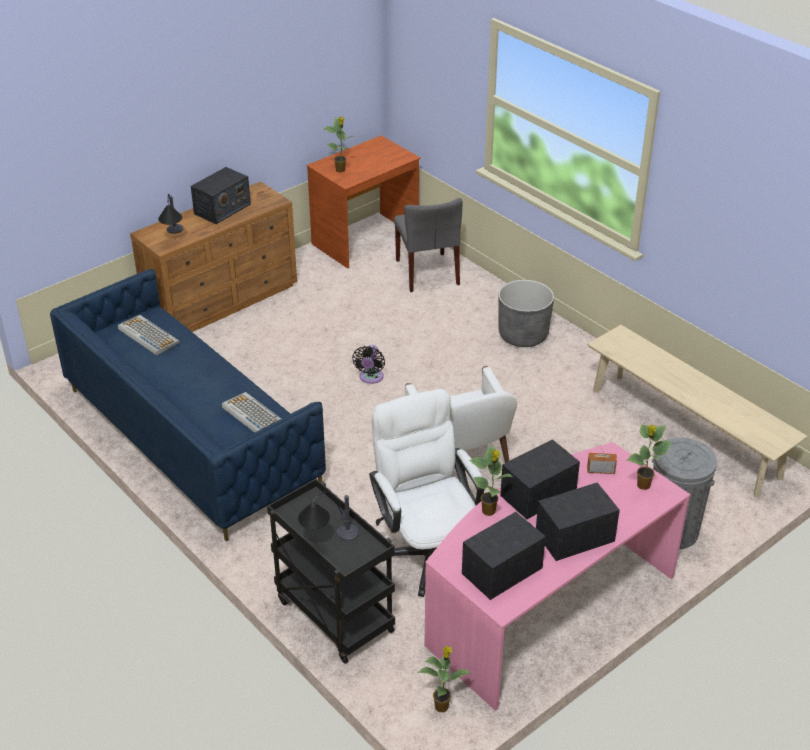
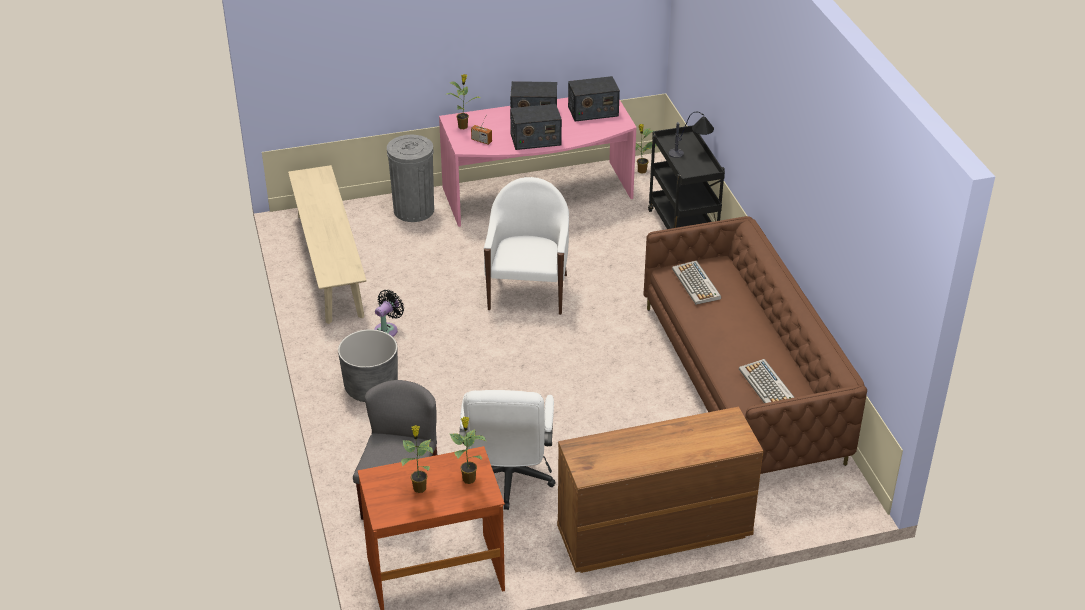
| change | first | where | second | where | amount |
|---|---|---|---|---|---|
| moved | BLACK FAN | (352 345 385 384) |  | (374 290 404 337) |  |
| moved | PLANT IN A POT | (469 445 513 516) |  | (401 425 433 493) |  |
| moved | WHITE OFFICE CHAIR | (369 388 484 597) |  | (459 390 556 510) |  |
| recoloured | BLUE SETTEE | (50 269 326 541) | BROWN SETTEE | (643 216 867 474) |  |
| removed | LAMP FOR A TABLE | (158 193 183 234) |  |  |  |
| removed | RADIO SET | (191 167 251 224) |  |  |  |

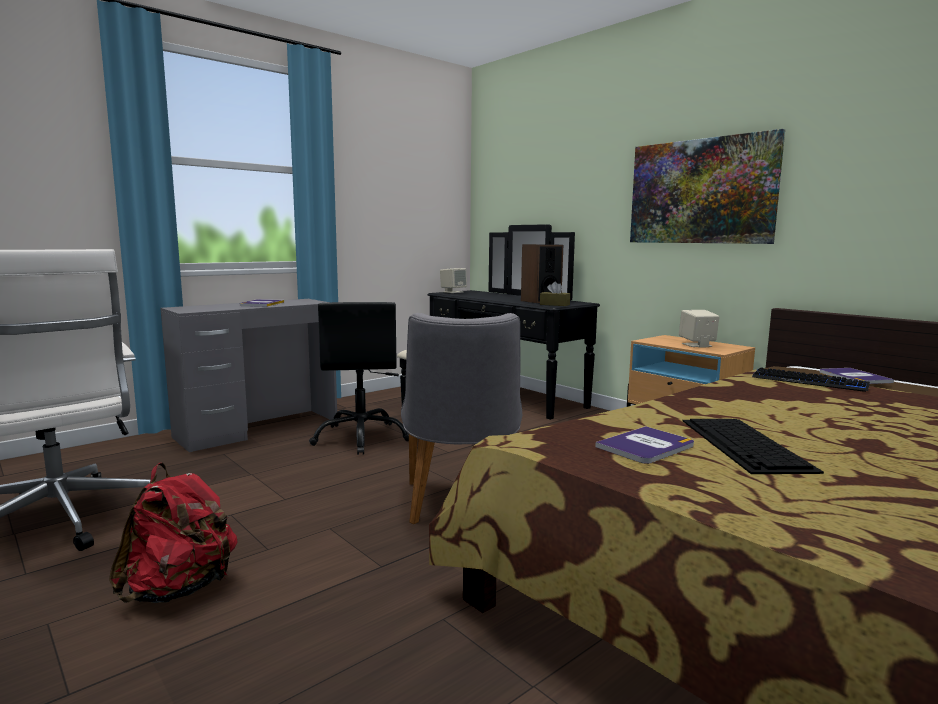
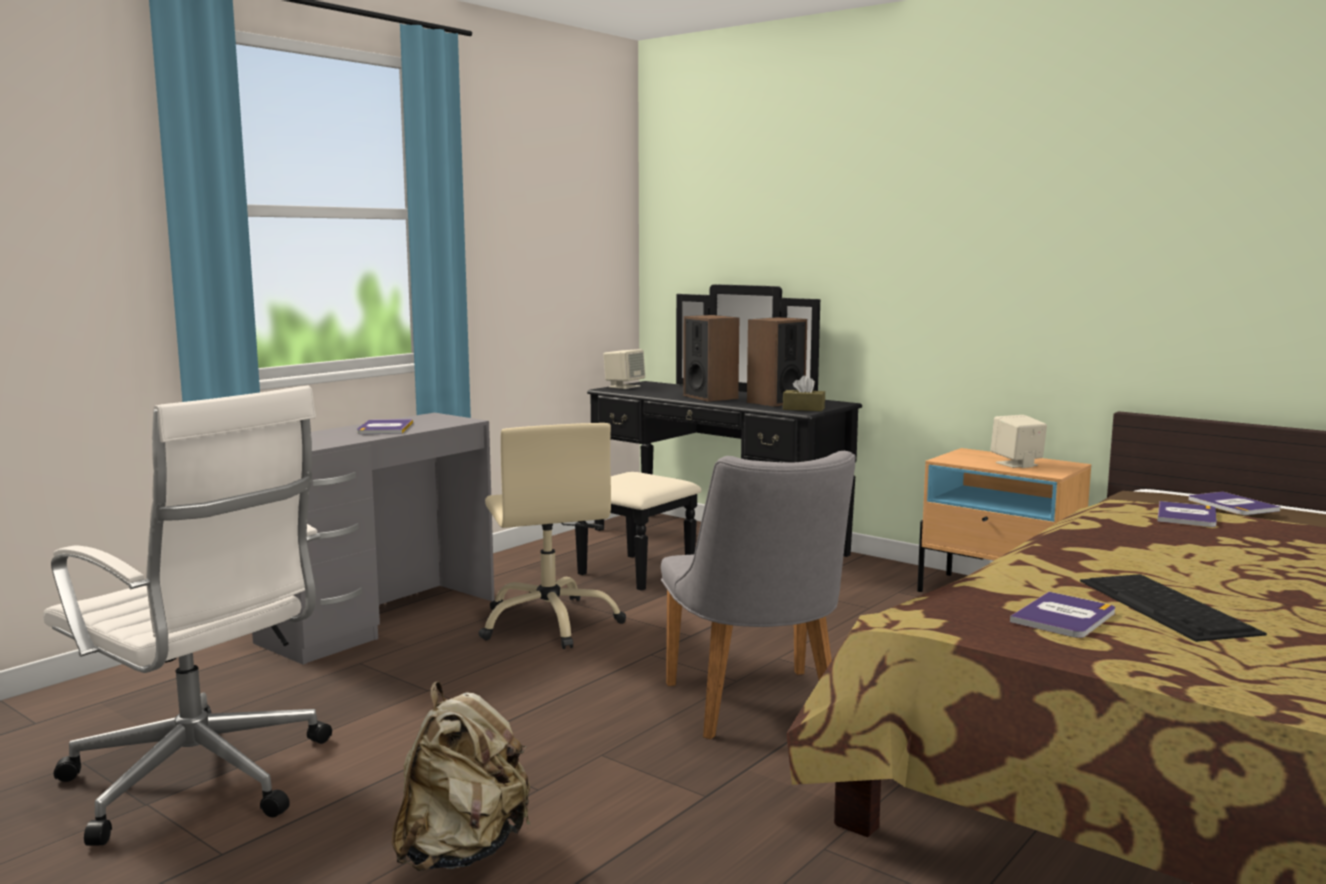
| change | first | where | second | where | amount |
|---|---|---|---|---|---|
| recoloured | RED KNAPSACK | (109 463 238 603) | BEIGE-COLOURED KNAPSACK | (392 681 530 871) |  |
| recoloured | BLACK OFFICE CHAIR | (309 302 409 455) | BEIGE-COLOURED OFFICE CHAIR | (478 423 626 649) |  |
| added |  |  | SPEAKER | (683 315 739 402) |  |
| replaced | COMPUTER KEYBOARD | (752 367 870 392) | BOUND BOOK | (1157 501 1217 527) |  |
| removed | PICTURE | (630 129 785 244) |  |  |  |

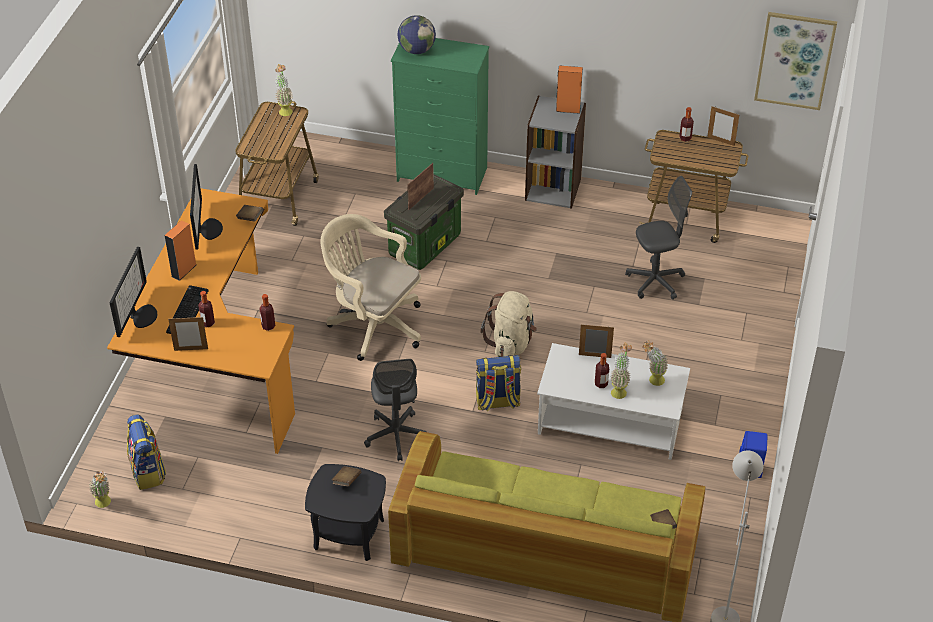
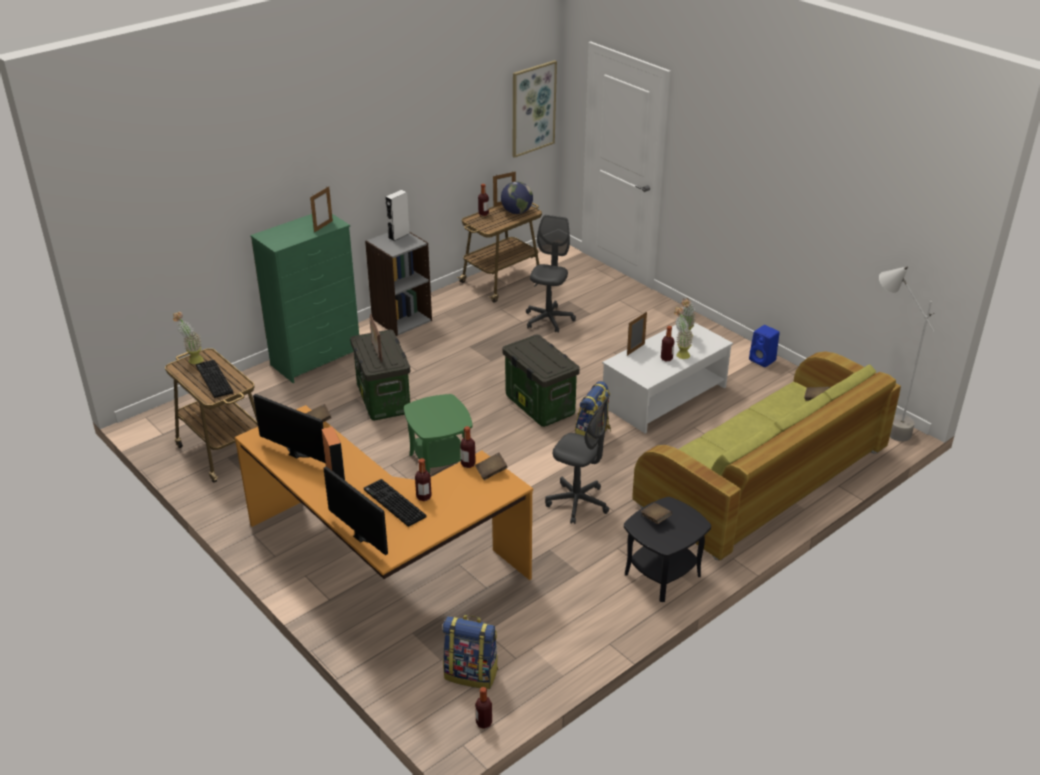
| change | first | where | second | where | amount |
|---|---|---|---|---|---|
| added |  |  | COMPUTER KEYBOARD | (196 360 234 398) |  |
| moved | PICTURE FRAME | (168 316 208 351) |  | (310 186 333 233) |  |
| recoloured | ORANGE-COLOURED SPEAKER | (556 66 583 114) | WHITE SPEAKER | (385 190 410 241) |  |
| replaced | BEIGE-COLOURED OFFICE CHAIR | (320 214 421 361) | GREEN ACCENT TABLE | (404 394 473 474) |  |
| added |  |  | BROWN BOUND BOOK | (475 452 508 480) |  |
| replaced | PLANT IN A POT | (89 471 111 508) | DRINK BOTTLE | (475 687 492 729) |  |
| moved | WORLD GLOBE | (398 15 436 54) |  | (501 181 533 214) |  |
| replaced | BEIGE-COLOURED KNAPSACK | (480 291 537 357) | STORAGE CONTAINER | (502 334 580 427) |  |

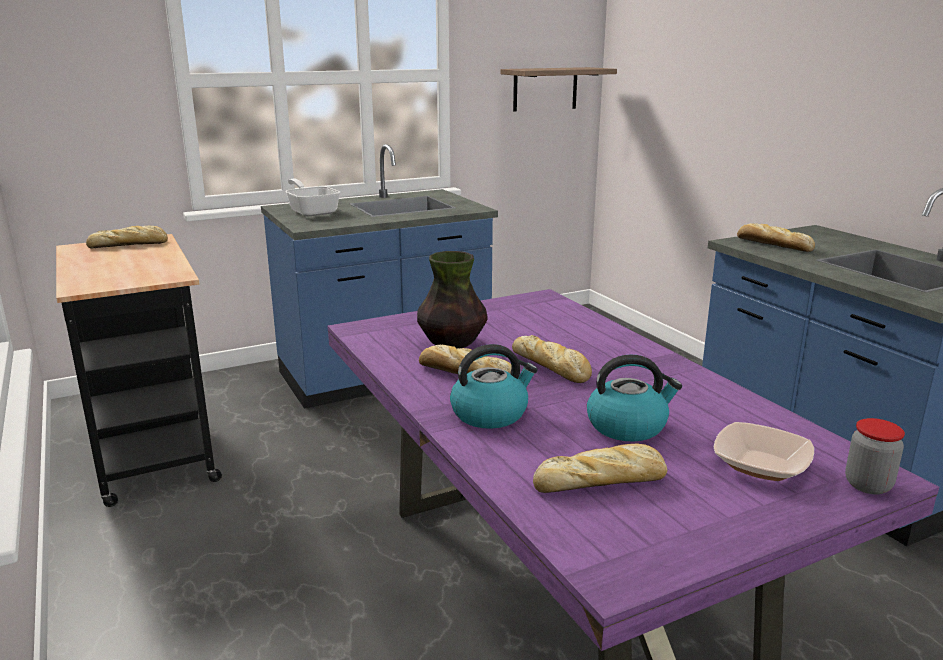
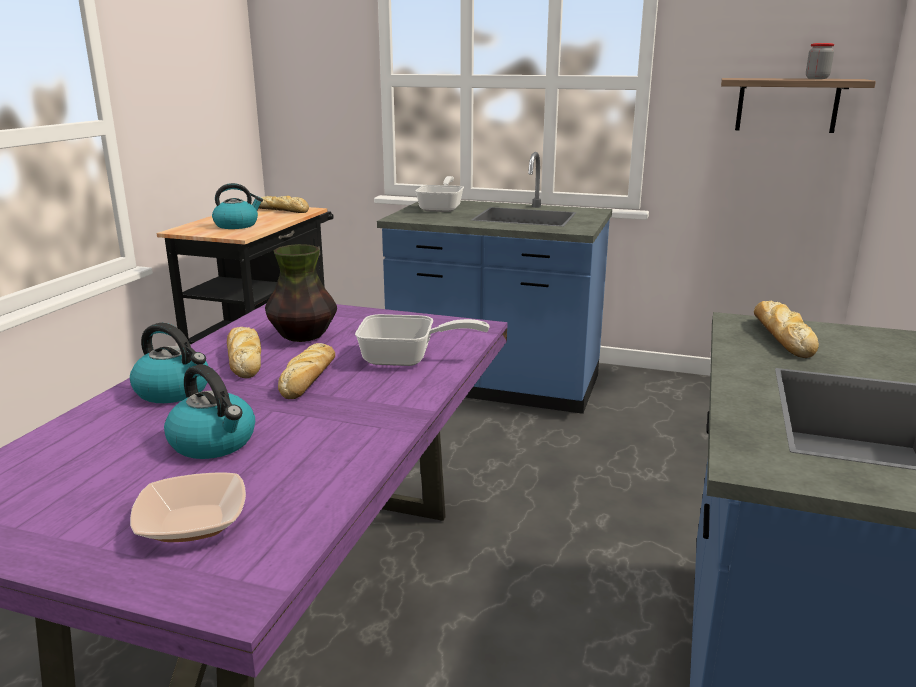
| change | first | where | second | where | amount |
|---|---|---|---|---|---|
| added |  |  | WATER KETTLE | (212 183 263 229) |  |
| added |  |  | SKILLET | (355 314 489 366) |  |
| moved | PRESERVE JAR | (845 418 905 494) |  | (806 43 834 79) |  |
| removed | BAKERY BREAD | (533 443 667 493) |  |  |  |

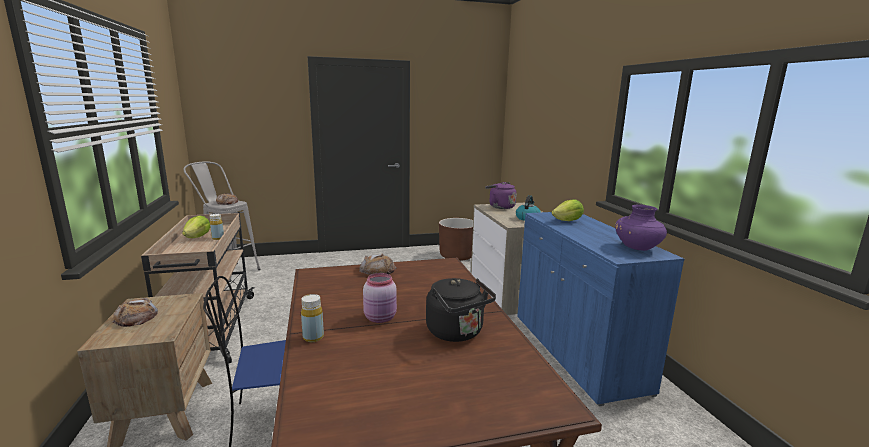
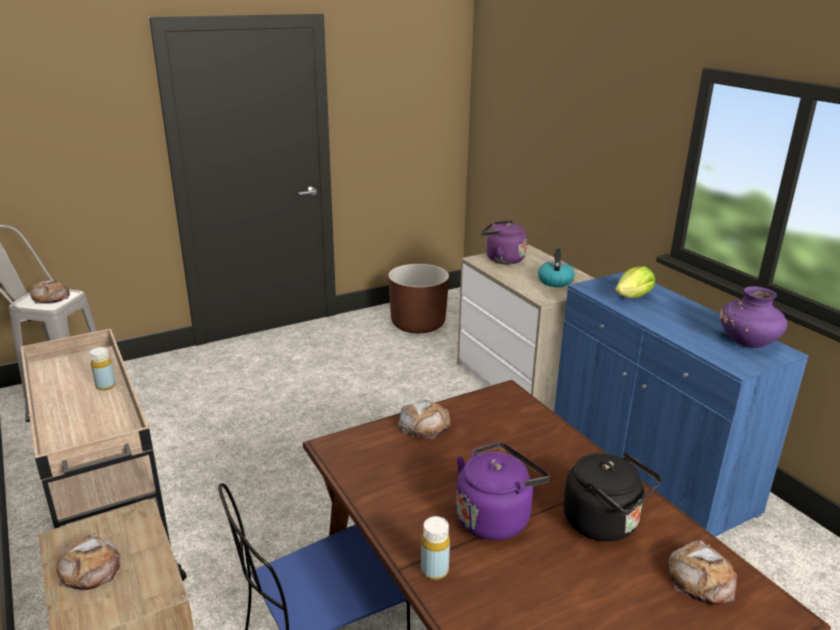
| change | first | where | second | where | amount |
|---|---|---|---|---|---|
| replaced | PINKISH PRESERVE JAR | (363 273 397 323) | PURPLE WATER KETTLE | (456 442 549 540) |  |
| added |  |  | BAKERY BREAD | (668 540 737 605) |  |
| removed | HEAD OF LETTUCE | (182 216 210 238) |  |  |  |

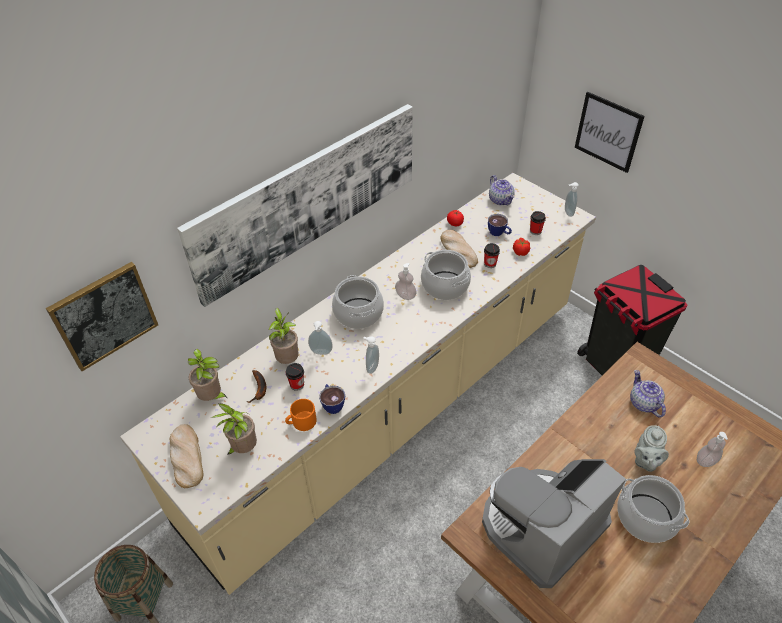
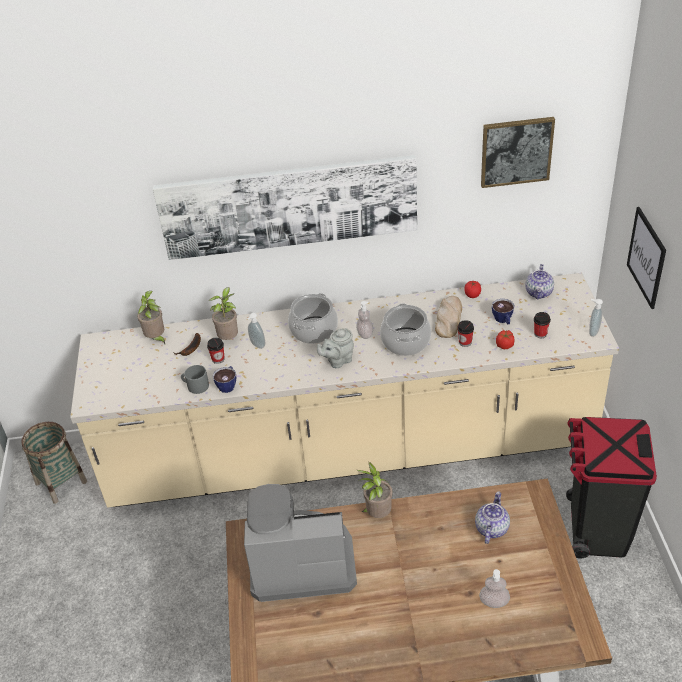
| change | first | where | second | where | amount |
|---|---|---|---|---|---|
| recoloured | ORANGE-COLOURED MUG | (285 399 316 431) | GREYISH MUG | (181 365 209 394) |  |
| moved | GREYISH TEA POT | (634 425 669 472) |  | (317 328 354 368) |  |
| moved | PLANT IN A POT | (211 403 257 455) |  | (357 462 393 518) |  |
| moved | PICTURE | (46 262 158 371) |  | (481 117 555 188) |  |
| removed | BAKERY BREAD | (170 424 203 488) |  |  |  |
| removed | LIQUID SOAP BOTTLE | (363 337 379 374) |  |  |  |
| removed | COOKING POT | (617 475 689 543) |  |  |  |

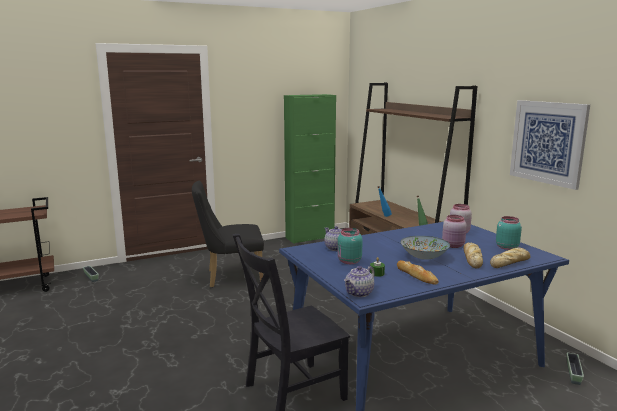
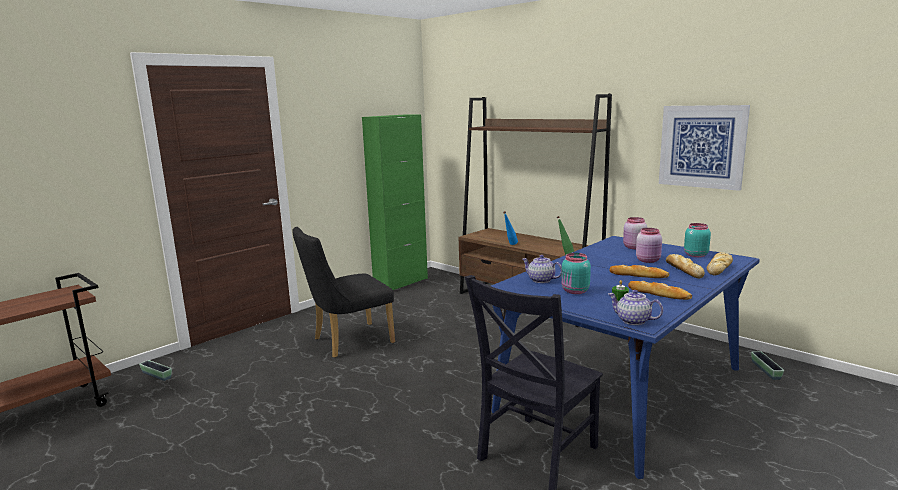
| change | first | where | second | where | amount |
|---|---|---|---|---|---|
| turned | TEA POT | (344 266 375 297) |  | (608 290 663 325) | 105 degrees clockwise |
| replaced | BOWL | (400 236 450 260) | BAKERY BREAD | (609 265 669 278) |  |

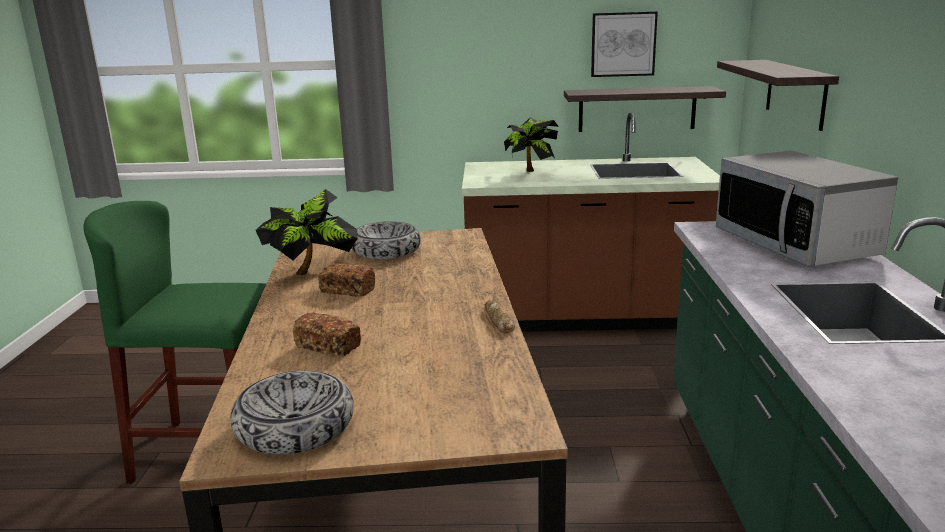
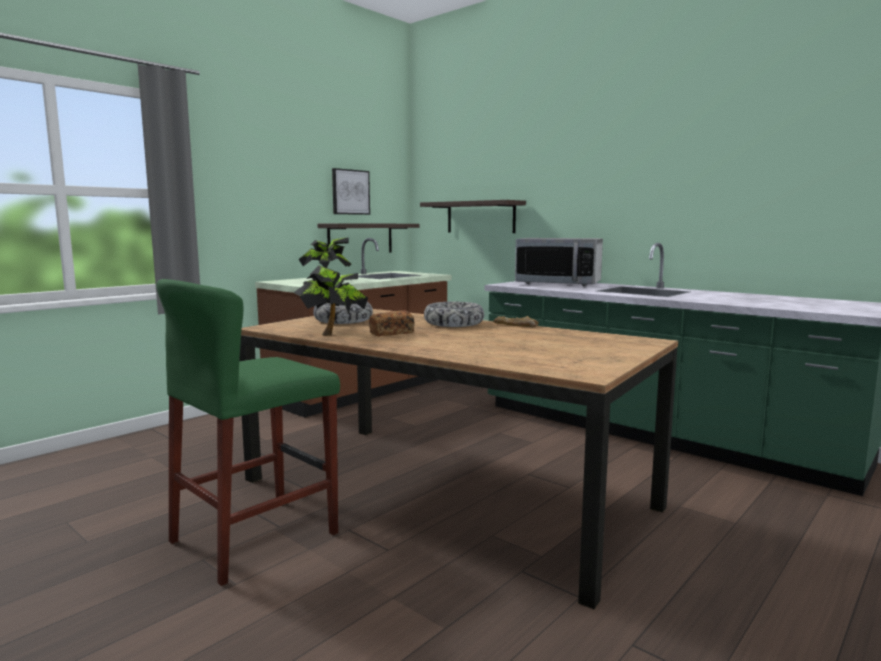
| change | first | where | second | where | amount |
|---|---|---|---|---|---|
| moved | BOWL | (230 371 354 454) |  | (424 302 484 327) |  |
| removed | BAKERY BREAD | (293 312 361 357) |  |  |  |

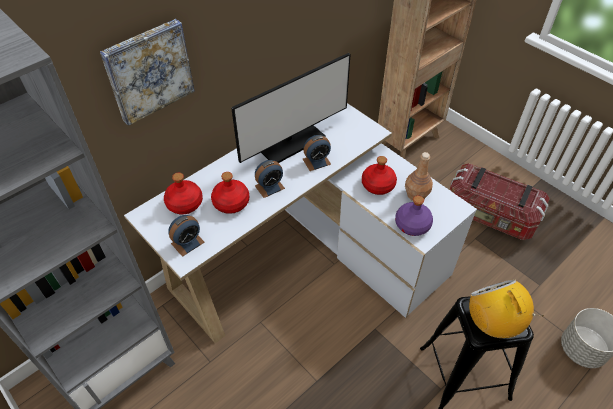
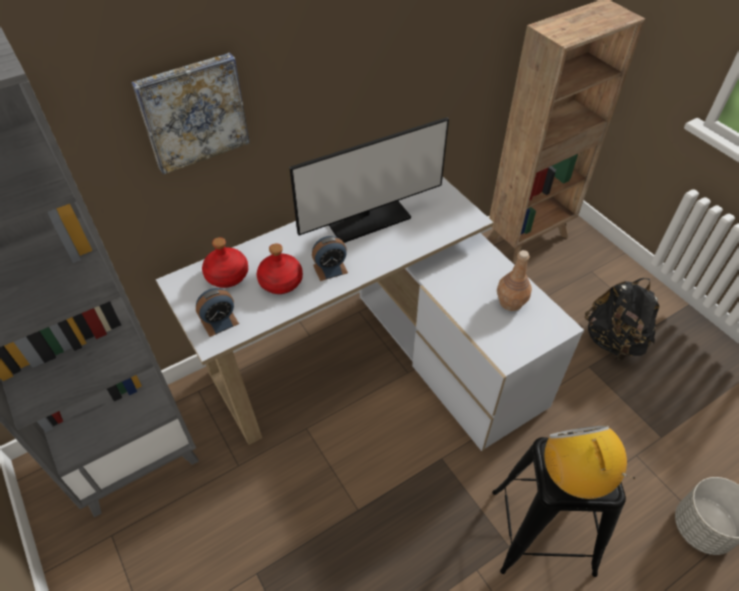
| change | first | where | second | where | amount |
|---|---|---|---|---|---|
| replaced | STORAGE CONTAINER | (450 163 550 240) | BLACK KNAPSACK | (585 278 660 360) |  |
| removed | BEDSIDE CLOCK | (303 135 331 171) |  |  |  |
| removed | RED DRINK BOTTLE | (362 156 397 195) |  |  |  |
| removed | PURPLE DRINK BOTTLE | (395 196 433 236) |  |  |  |

